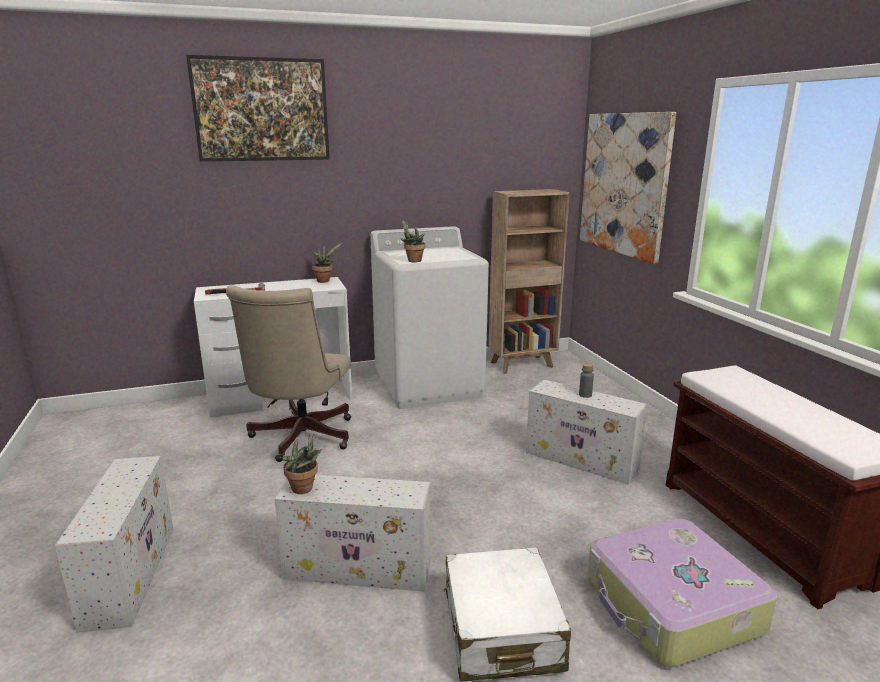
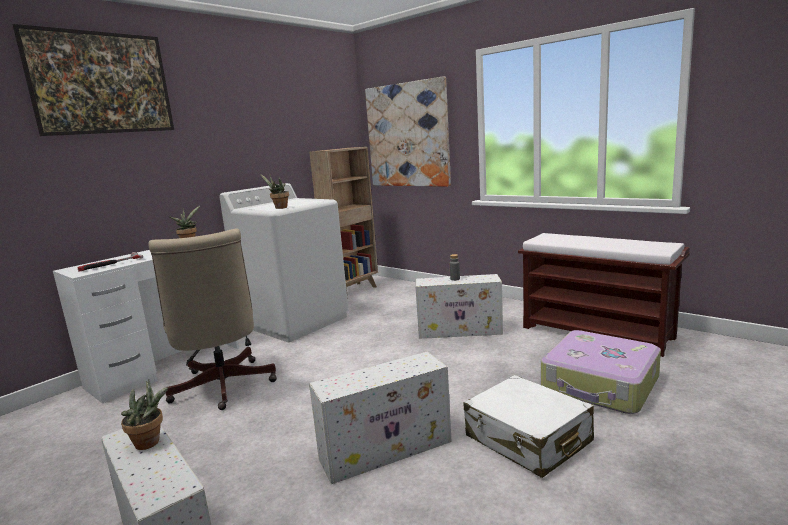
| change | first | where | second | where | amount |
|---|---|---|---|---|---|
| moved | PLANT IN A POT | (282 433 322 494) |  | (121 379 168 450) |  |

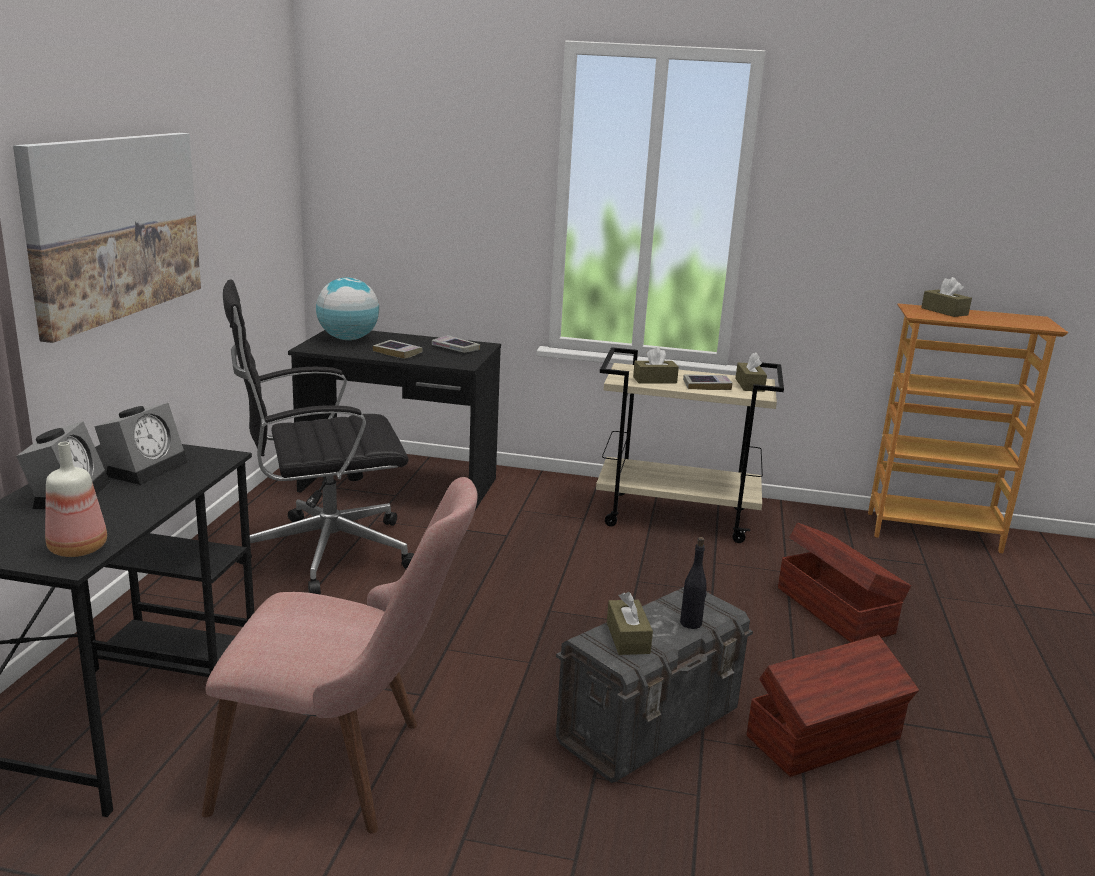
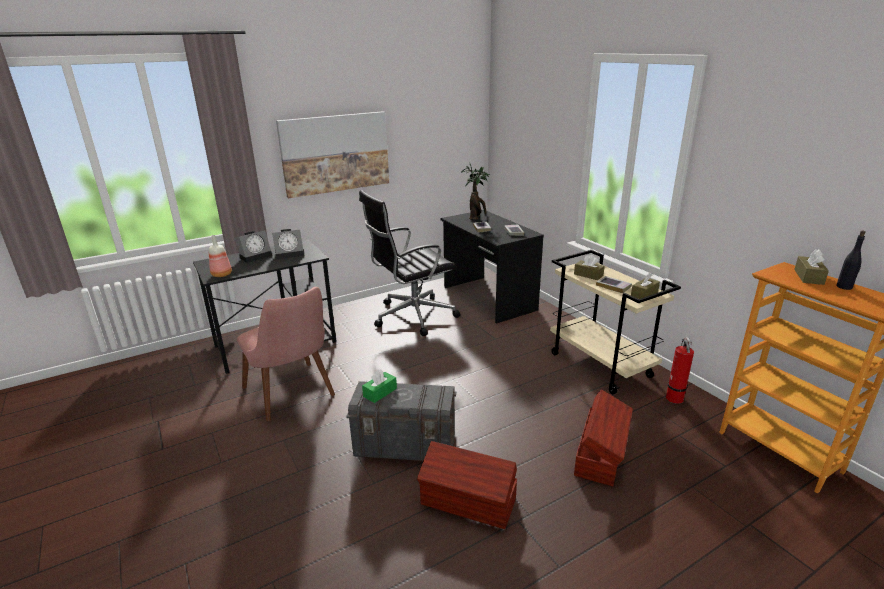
| change | first | where | second | where | amount |
|---|---|---|---|---|---|
| turned | BLACK OFFICE CHAIR | (223 279 414 595) |  | (359 190 461 336) | 60 degrees counterclockwise |
| recoloured | BROWN TISSUE HOLDER | (607 592 653 655) | GREEN TISSUE HOLDER | (362 369 397 403) |  |
| replaced | WORLD GLOBE | (316 277 379 340) | PLANT IN A POT | (461 164 489 220) |  |
| added |  |  | FIRE EXTINGUISHER | (666 337 694 404) |  |
| moved | BLACK DRINK BOTTLE | (680 537 707 629) |  | (836 231 866 290) |  |

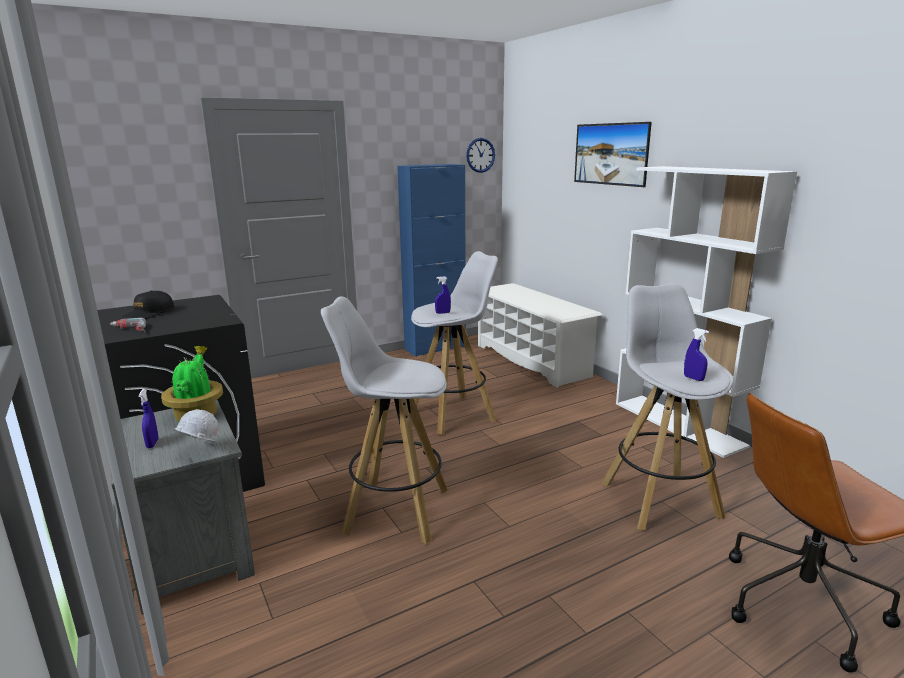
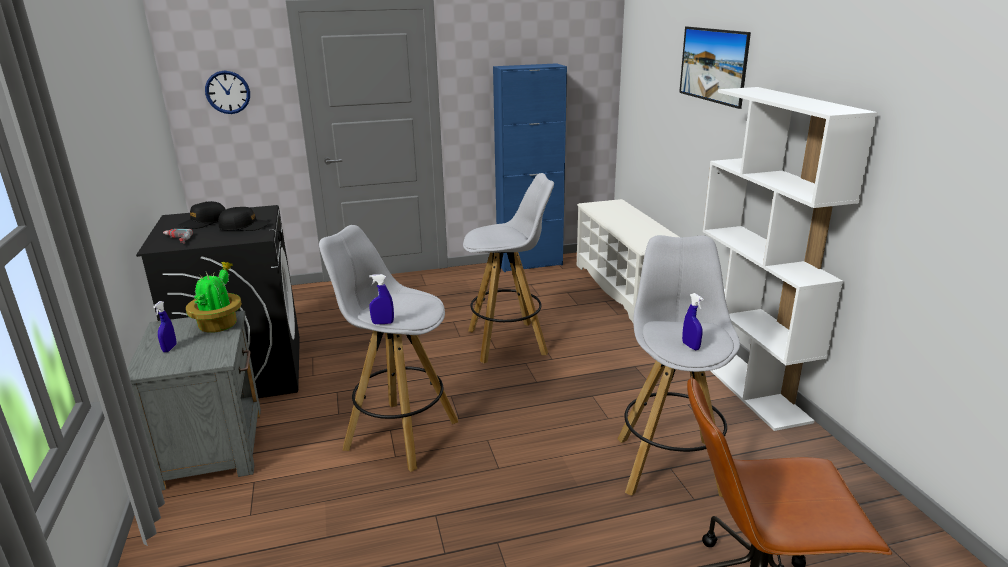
| change | first | where | second | where | amount |
|---|---|---|---|---|---|
| moved | HANGING CLOCK | (466 138 495 173) |  | (205 71 250 114) |  |
| added |  |  | BLACK BASEBALL CAP | (218 207 270 231) |  |
| moved | BLUE SPRAY BOTTLE | (435 276 451 314) |  | (369 274 394 324) |  |
| removed | WHITE WORK HELMET | (174 409 218 445) |  |  |  |

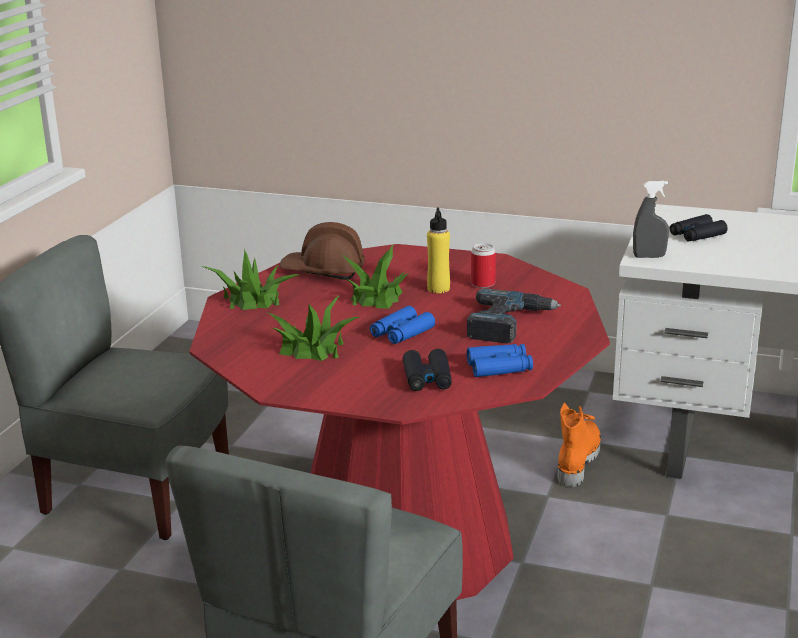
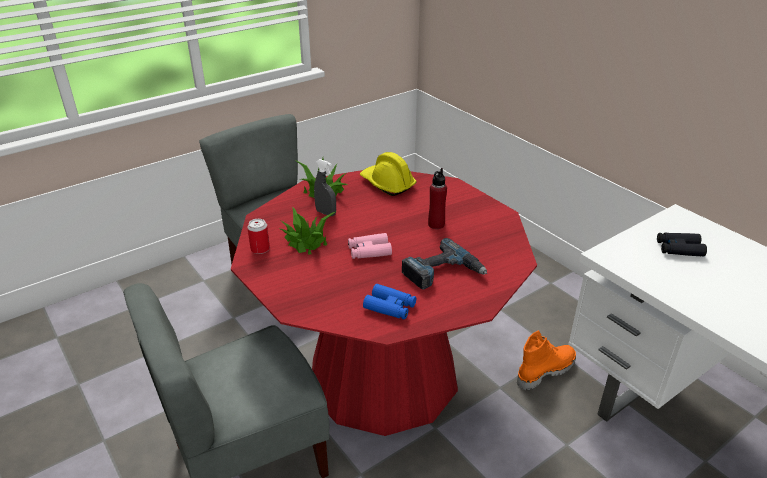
| change | first | where | second | where | amount |
|---|---|---|---|---|---|
| moved | METAL CAN | (471 243 496 288) |  | (247 219 270 254) |  |
| moved | GREYISH SPRAY BOTTLE | (633 181 669 258) |  | (314 159 336 216) |  |
| recoloured | BLUE BINOCULARS | (370 306 435 344) | PINKISH BINOCULARS | (348 233 392 259) |  |
| recoloured | BROWN WORK HELMET | (280 222 365 280) | YELLOW-COLOURED WORK HELMET | (360 152 417 196) |  |
| recoloured | YELLOW-COLOURED DRINK BOTTLE | (427 208 450 293) | RED DRINK BOTTLE | (428 168 447 229) |  |
| removed | PLANT IN A POT | (342 244 409 309) |  |  |  |
| removed | BLACK BINOCULARS | (403 349 452 391) |  |  |  |

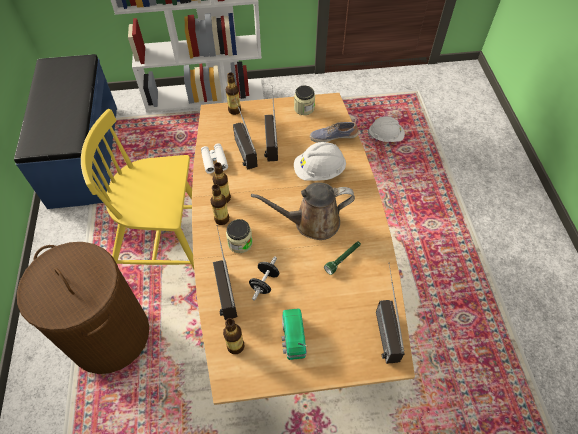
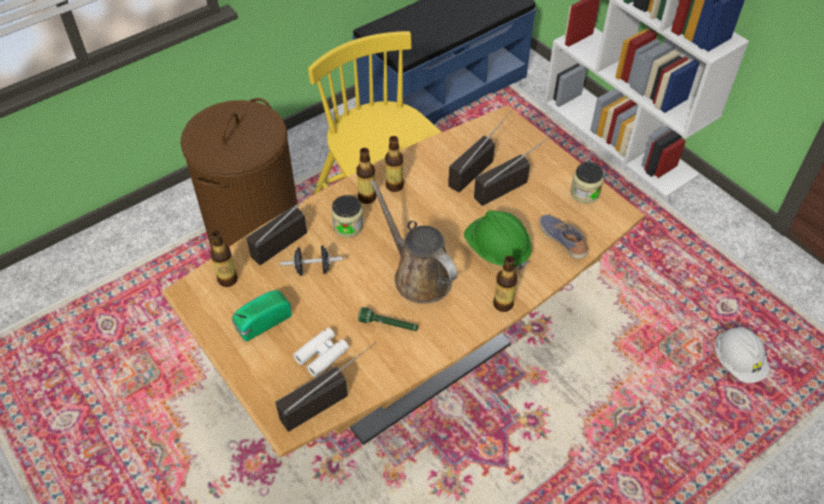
| change | first | where | second | where | amount |
|---|---|---|---|---|---|
| moved | WHITE BINOCULARS | (201 143 228 174) |  | (293 327 349 377) |  |
| recoloured | WHITE WORK HELMET | (294 142 346 181) | GREEN WORK HELMET | (464 210 532 270) |  |
| moved | DRINK BOTTLE | (226 72 241 115) |  | (493 256 517 312) |  |

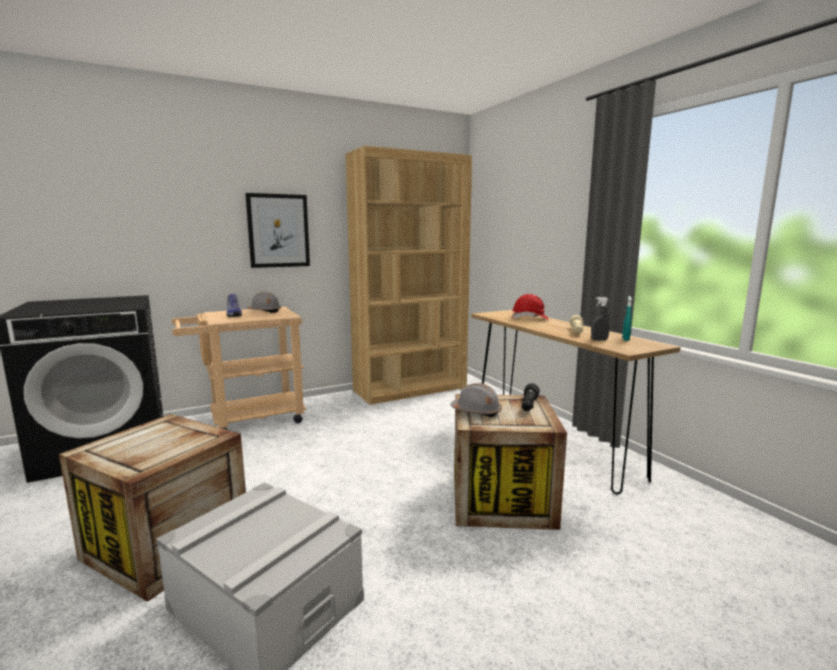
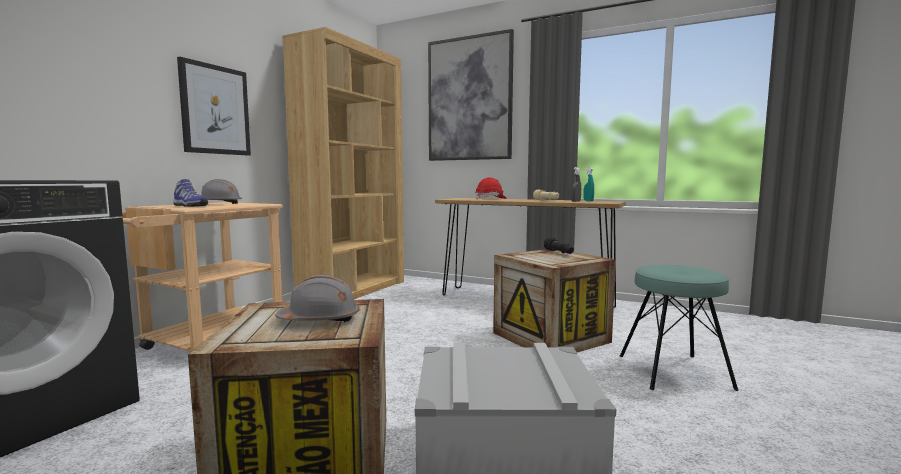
| change | first | where | second | where | amount |
|---|---|---|---|---|---|
| moved | GREYISH WORK HELMET | (451 383 502 417) |  | (275 275 360 322) |  |
| added |  |  | PICTURE | (428 29 514 161) |  |
| added |  |  | TURQUOISE-COLOURED STOOL SEAT | (620 265 738 391) |  |

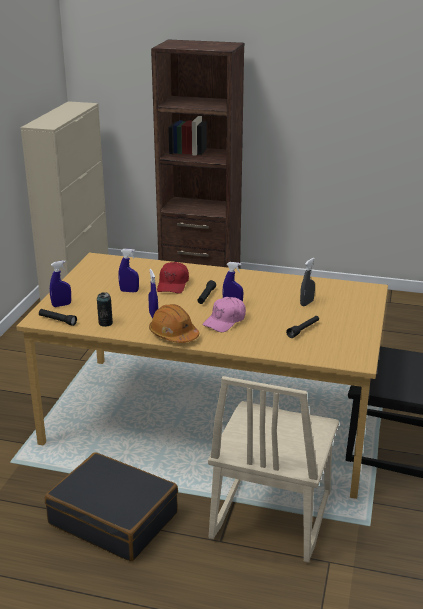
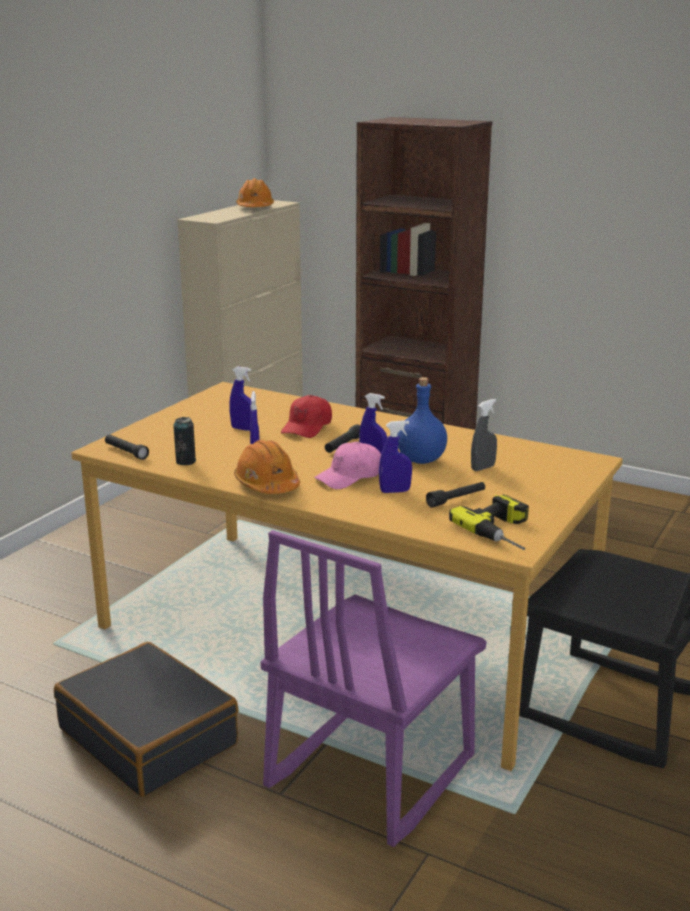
| change | first | where | second | where | amount |
|---|---|---|---|---|---|
| added |  |  | ORANGE-COLOURED WORK HELMET | (236 178 274 207) |  |
| recoloured | BEIGE-COLOURED UPRIGHT CHAIR | (208 376 339 562) | PURPLE UPRIGHT CHAIR | (261 530 487 847) |  |
| moved | BLUE SPRAY BOTTLE | (50 261 71 307) |  | (379 420 412 493) |  |
| added |  |  | BLUE DRINK BOTTLE | (398 377 447 464) |  |
| added |  |  | DRILL | (449 494 529 550) |  |

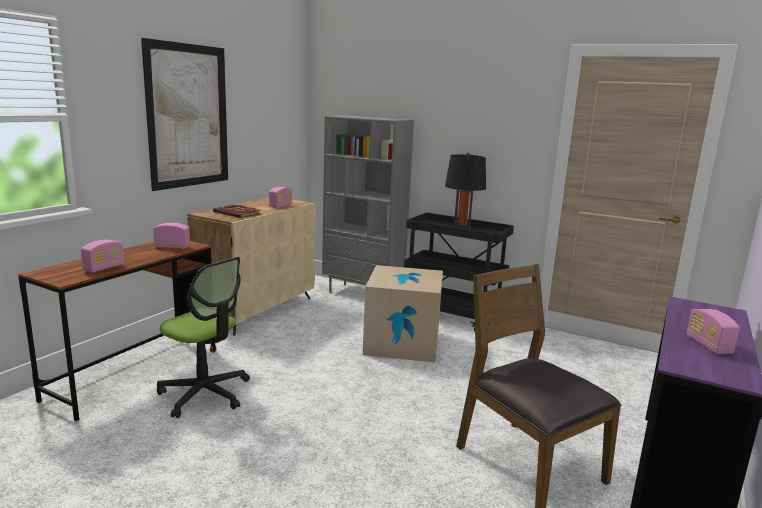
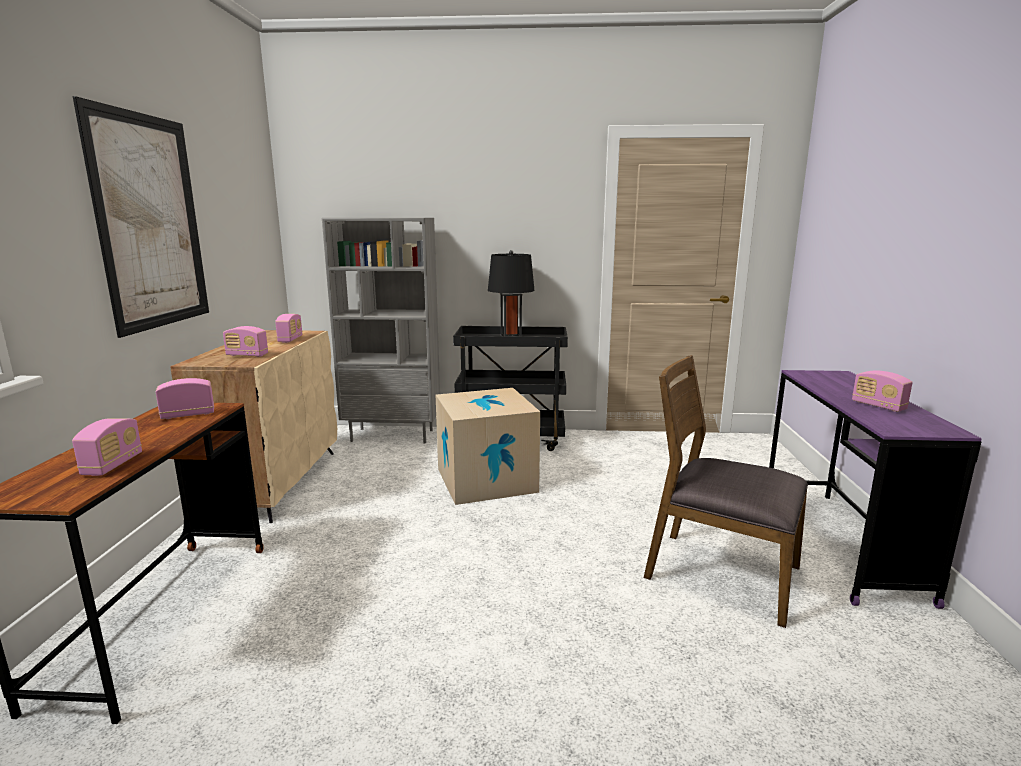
| change | first | where | second | where | amount |
|---|---|---|---|---|---|
| replaced | BOUND BOOK | (213 205 260 218) | RADIO SET | (223 326 268 357) |  |
| removed | OFFICE CHAIR | (157 257 250 418) |  |  |  |

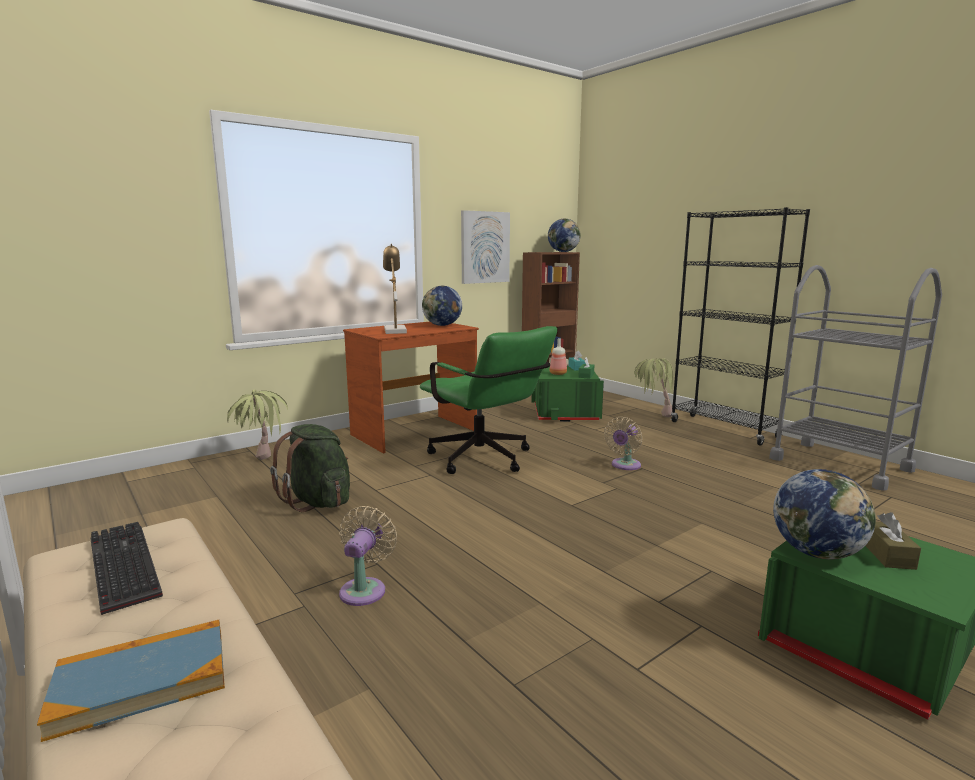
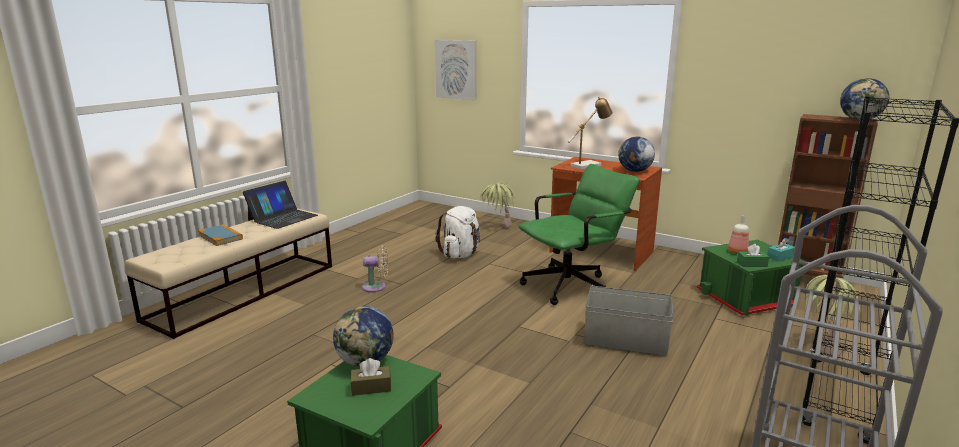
| change | first | where | second | where | amount |
|---|---|---|---|---|---|
| replaced | COMPUTER KEYBOARD | (90 522 163 615) | PORTABLE COMPUTER | (243 181 318 229) |  |
| moved | PICTURE | (461 210 510 284) |  | (435 40 476 100) |  |
| recoloured | GREEN KNAPSACK | (270 424 350 512) | WHITE KNAPSACK | (436 206 480 258) |  |
| turned | GREEN OFFICE CHAIR | (420 326 557 474) |  | (518 164 639 305) | 150 degrees counterclockwise |
| replaced | BEIGE-COLOURED FAN | (604 417 642 470) | GREYISH STORAGE CONTAINER | (584 286 673 356) |  |

